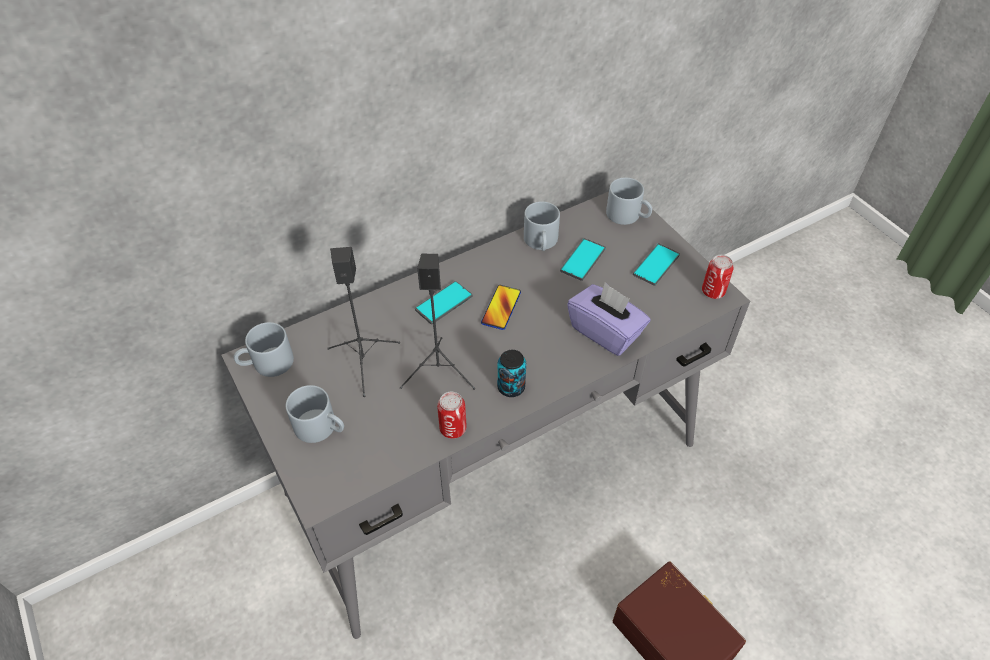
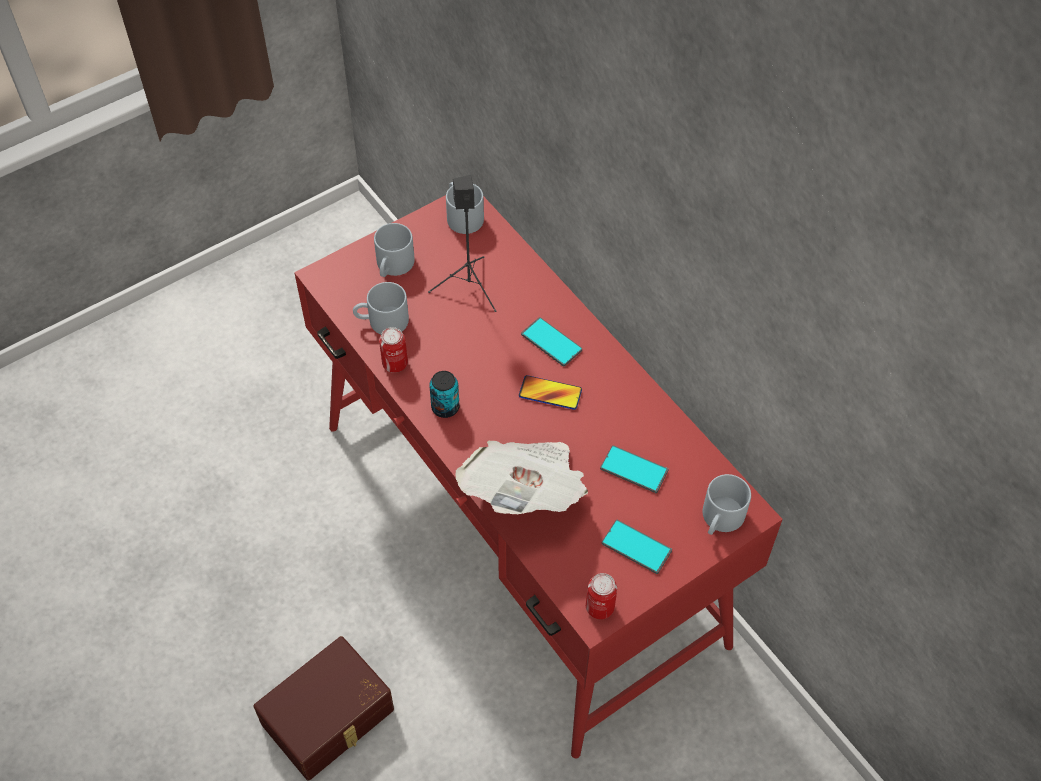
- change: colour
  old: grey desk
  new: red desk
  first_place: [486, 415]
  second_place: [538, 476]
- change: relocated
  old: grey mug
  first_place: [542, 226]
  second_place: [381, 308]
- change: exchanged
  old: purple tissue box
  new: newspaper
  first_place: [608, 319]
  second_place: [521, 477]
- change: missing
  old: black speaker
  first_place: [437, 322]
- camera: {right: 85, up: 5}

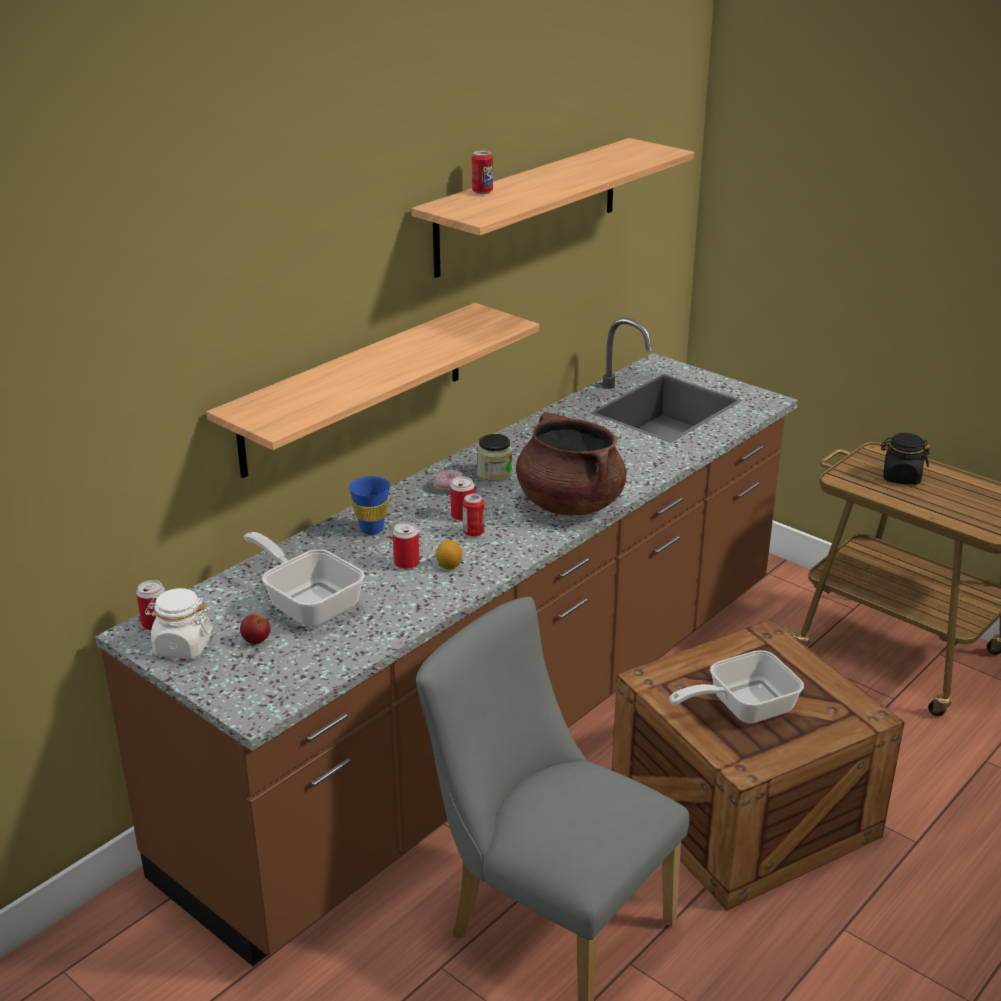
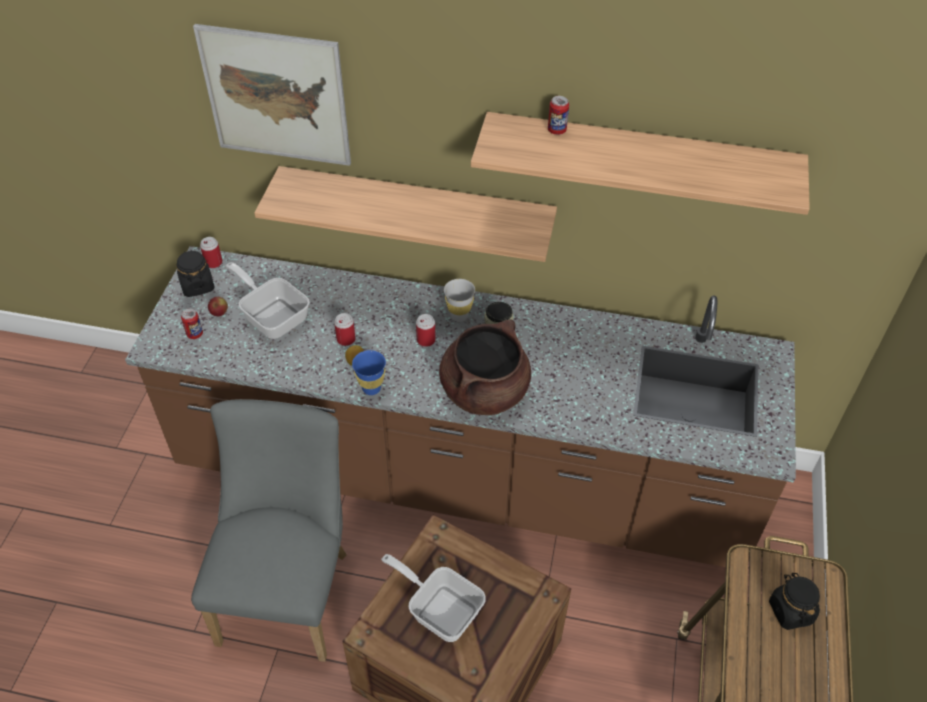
- change: colour
  old: white jar
  new: black jar
  first_place: [179, 623]
  second_place: [196, 273]
- change: relocated
  old: can
  first_place: [473, 515]
  second_place: [192, 324]
- change: appeared
  new: picture
  second_place: [272, 95]
- change: spun
  old: frying pan
  first_place: [304, 579]
  second_place: [268, 300]
  degrees: -60
- change: relocated
  old: blue cup
  first_place: [369, 505]
  second_place: [369, 372]
- change: exchanged
  old: donut
  new: white cup
  first_place: [448, 480]
  second_place: [459, 300]
- camera: {right: 60, up: 20}

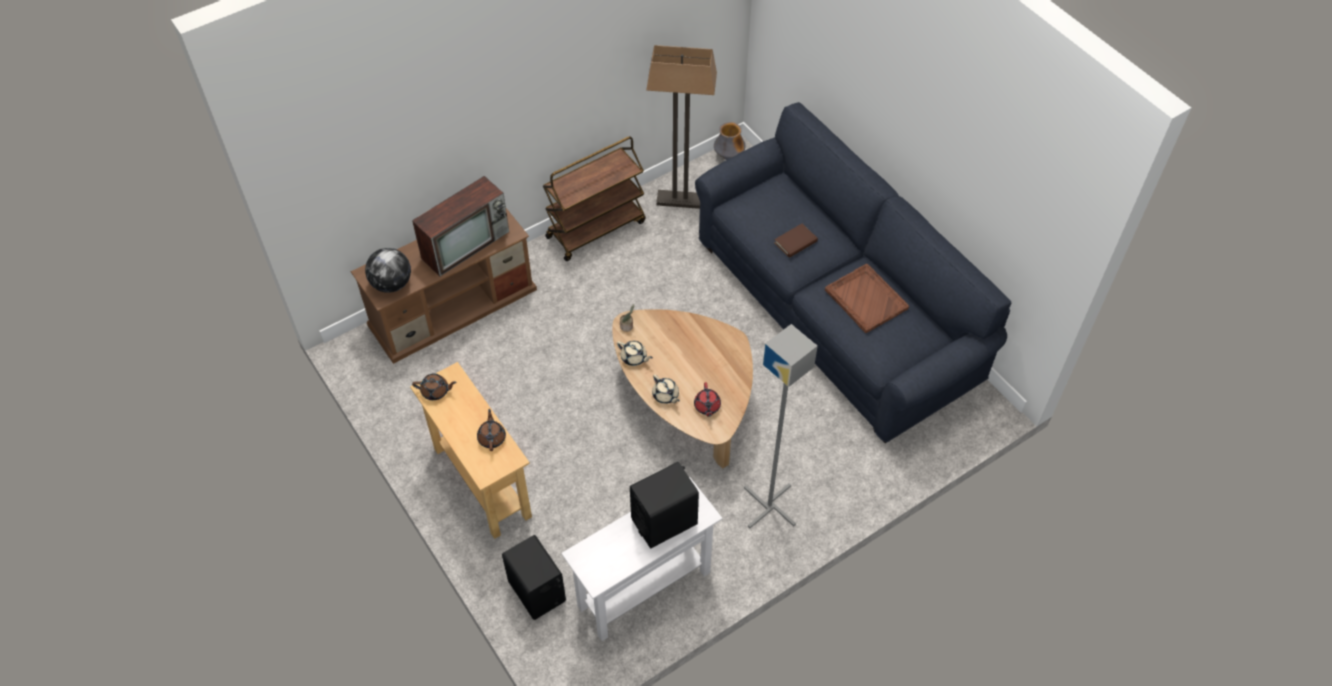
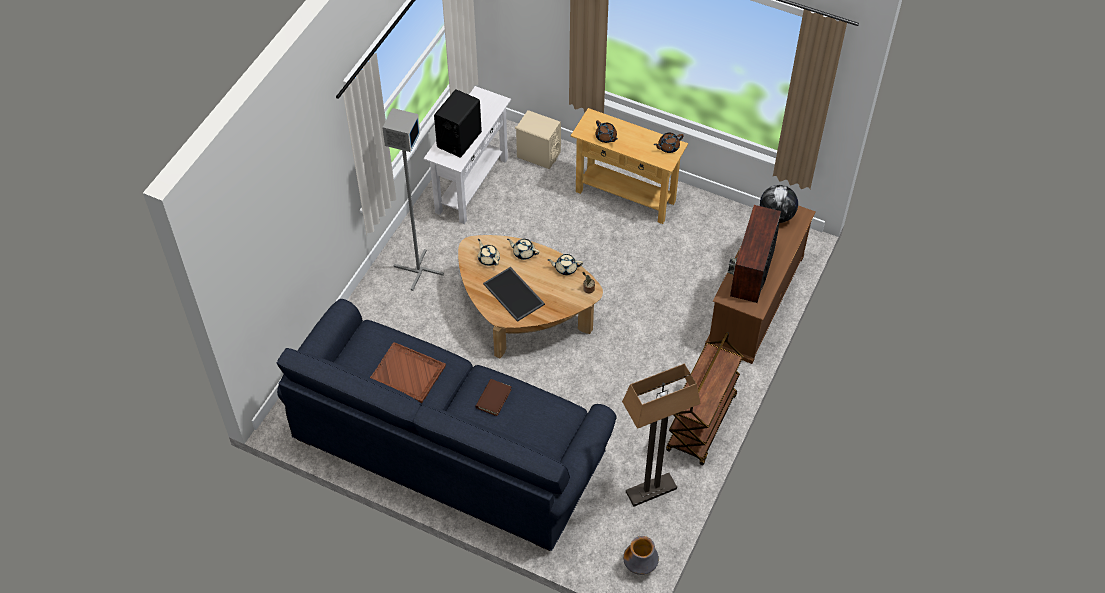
- change: colour
  old: red teapot
  new: beige teapot
  first_place: [707, 399]
  second_place: [489, 252]
- change: appeared
  new: tray
  second_place: [514, 294]
- change: colour
  old: black speaker
  new: beige speaker
  first_place: [534, 577]
  second_place: [538, 139]
- camera: {right: 150, up: 0}

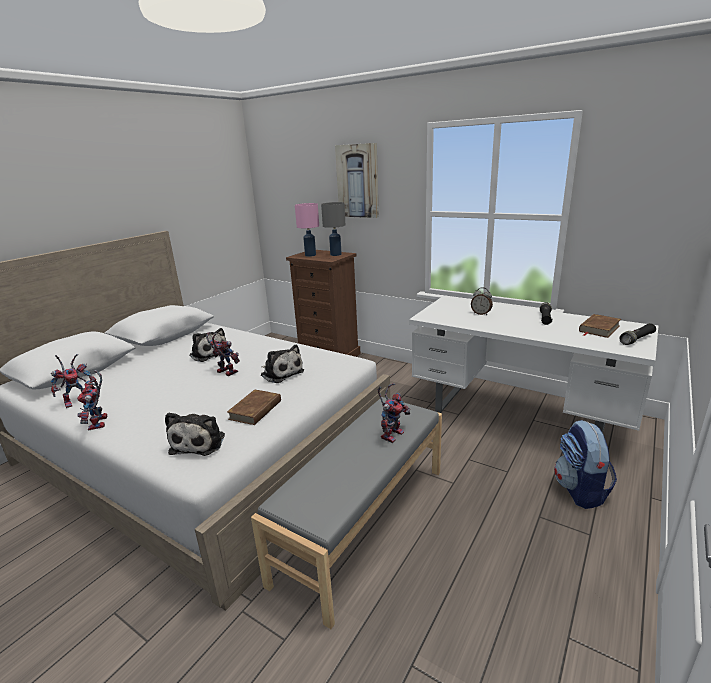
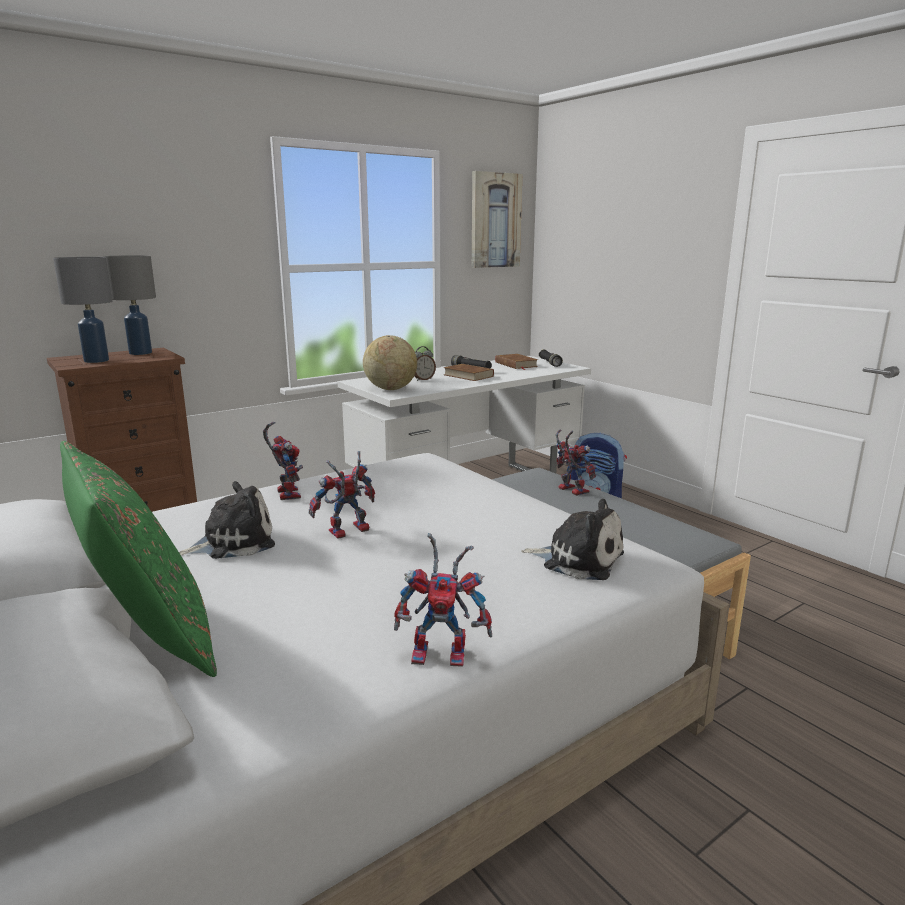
- change: colour
  old: pink table lamp
  new: grey table lamp
  first_place: [307, 230]
  second_place: [83, 310]
- change: appeared
  new: green pillow
  second_place: [138, 559]
- change: relocated
  old: toy robot
  first_place: [74, 381]
  second_place: [283, 460]
- change: appeared
  new: globe
  second_place: [390, 362]
- change: relocated
  old: brown book
  first_place: [254, 407]
  second_place: [468, 372]
- change: relocated
  old: picture
  first_place: [357, 180]
  second_place: [497, 219]
- change: missing
  old: plush toy
  first_place: [282, 364]
- camera: {right: -70, up: -5}

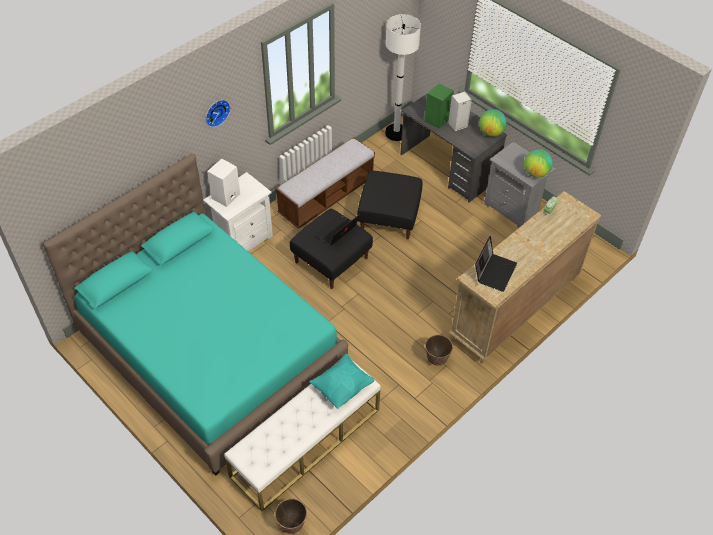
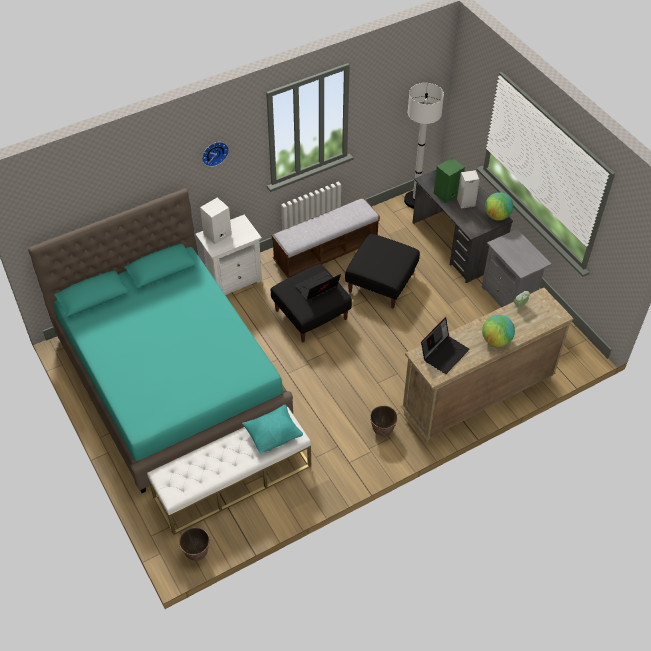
- change: relocated
  old: globe
  first_place: [538, 163]
  second_place: [498, 331]
- camera: {right: 15, up: 0}

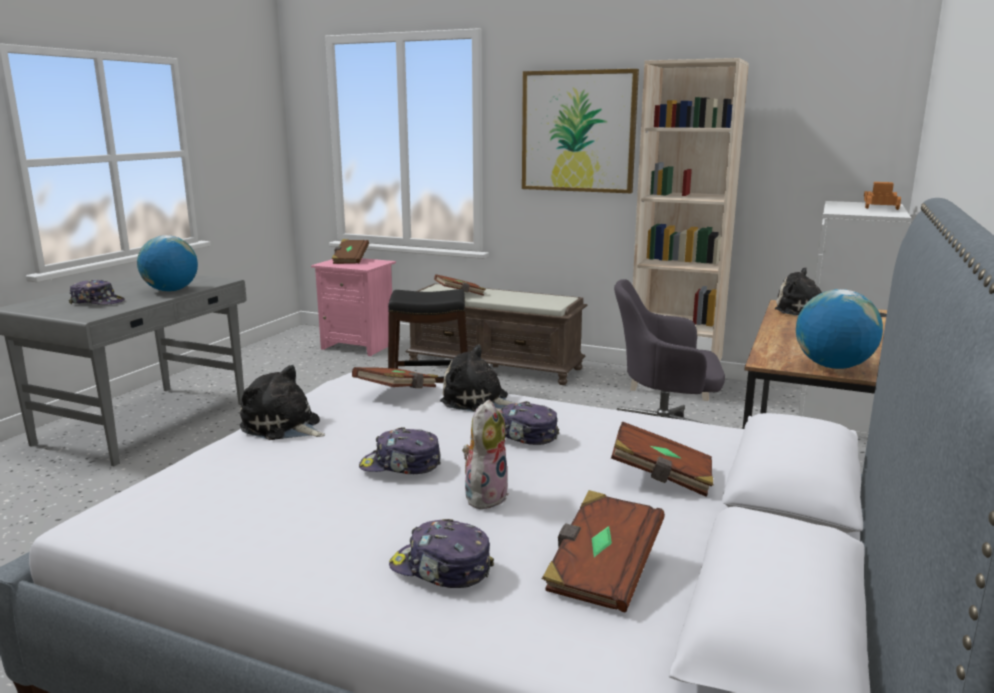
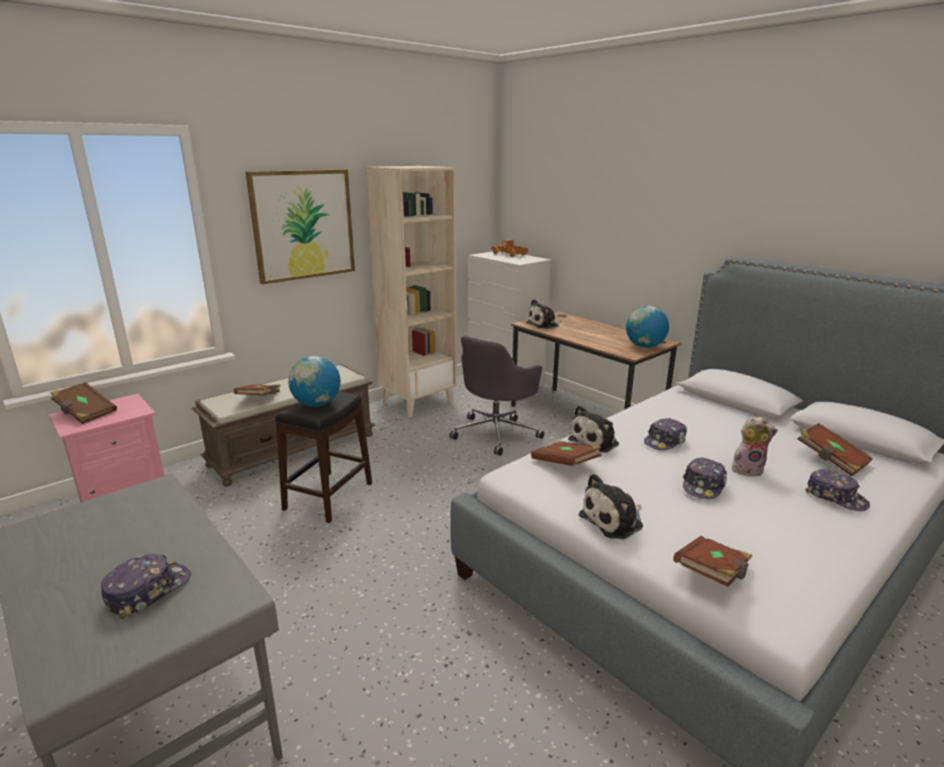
- change: relocated
  old: globe
  first_place: [167, 263]
  second_place: [314, 381]
- change: relocated
  old: brown book
  first_place: [662, 459]
  second_place: [712, 561]
- change: spun
  old: plush toy
  first_place: [485, 454]
  second_place: [755, 446]
  degrees: 135
- change: spun
  old: cap
  first_place: [441, 553]
  second_place: [837, 490]
  degrees: -90
- camera: {right: -65, up: 5}

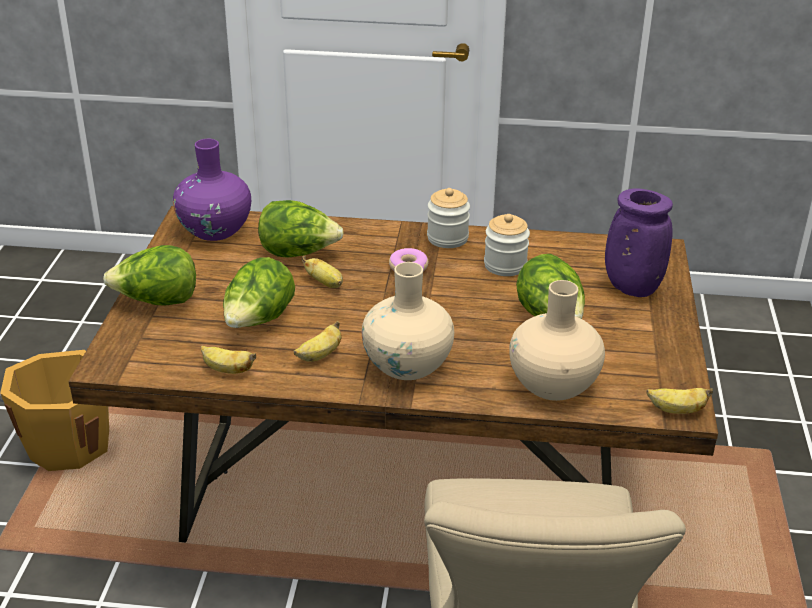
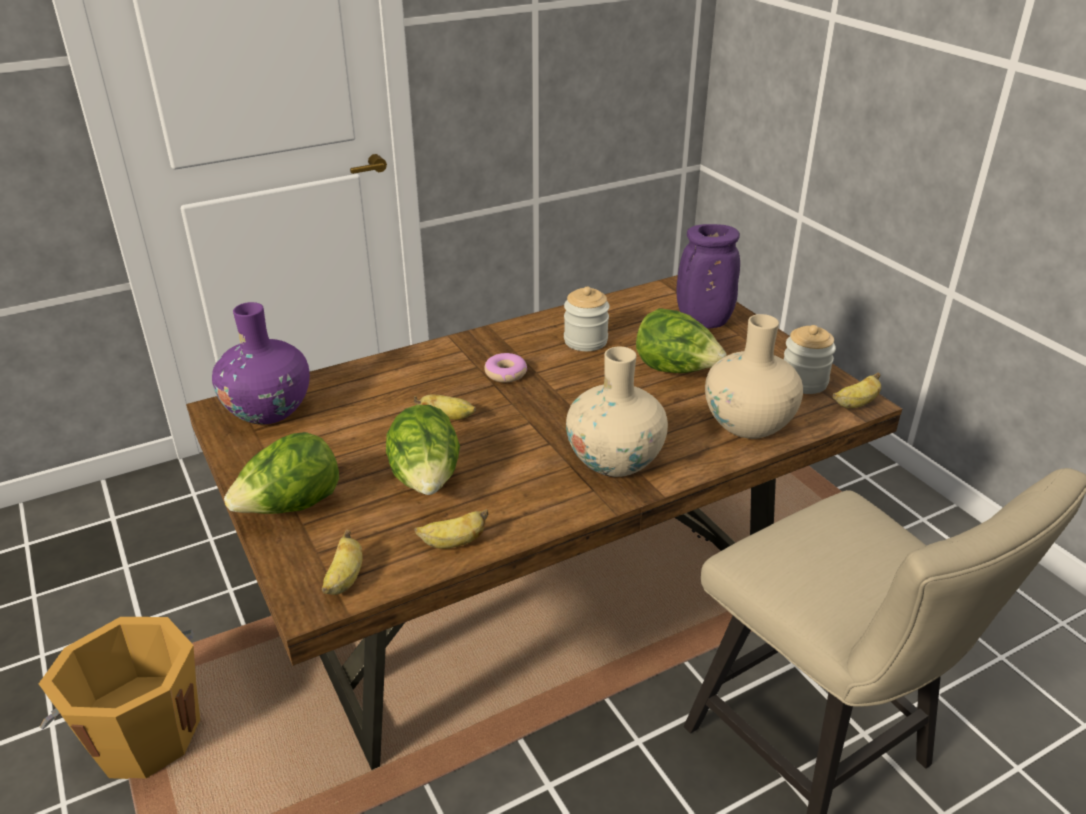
- change: relocated
  old: banana
  first_place: [318, 341]
  second_place: [342, 562]
- change: relocated
  old: jar
  first_place: [448, 218]
  second_place: [810, 359]
- change: missing
  old: lettuce
  first_place: [301, 229]
- camera: {right: -35, up: 0}

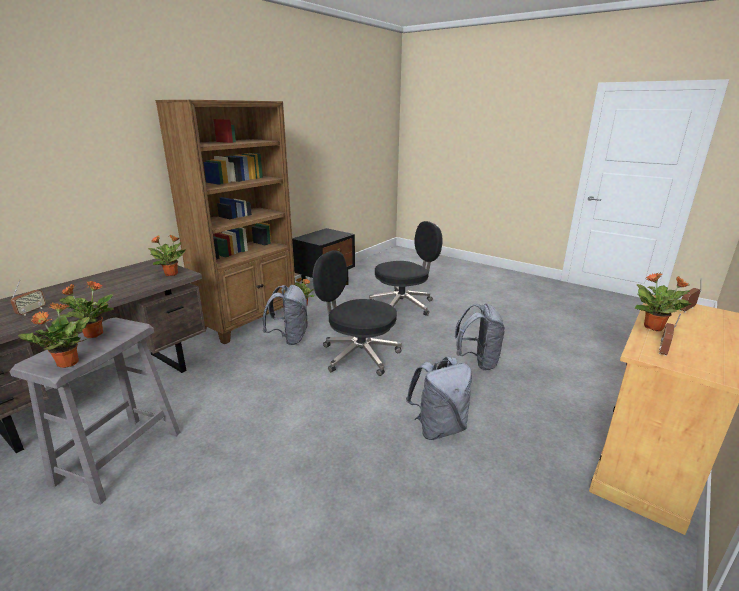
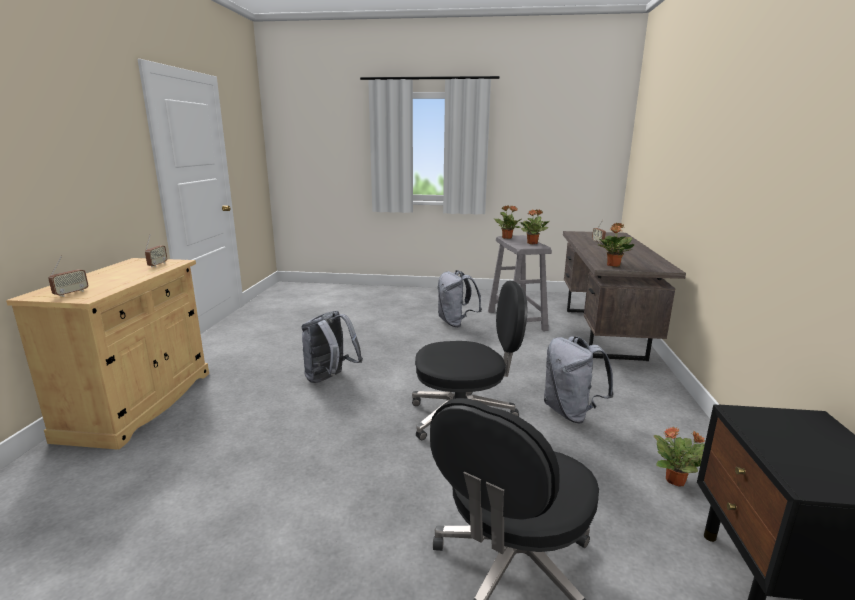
- change: relocated
  old: grey backpack
  first_place: [480, 336]
  second_place: [459, 298]
- change: missing
  old: brown bookcase
  first_place: [225, 222]
- change: missing
  old: potted plant
  first_place: [663, 301]
- camera: {right: 150, up: -5}

